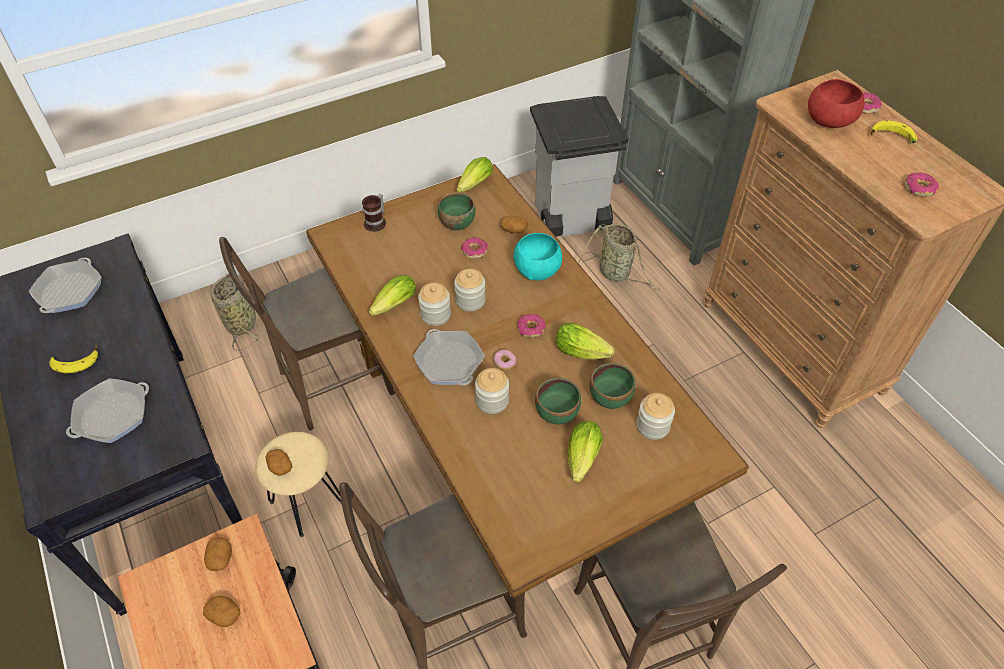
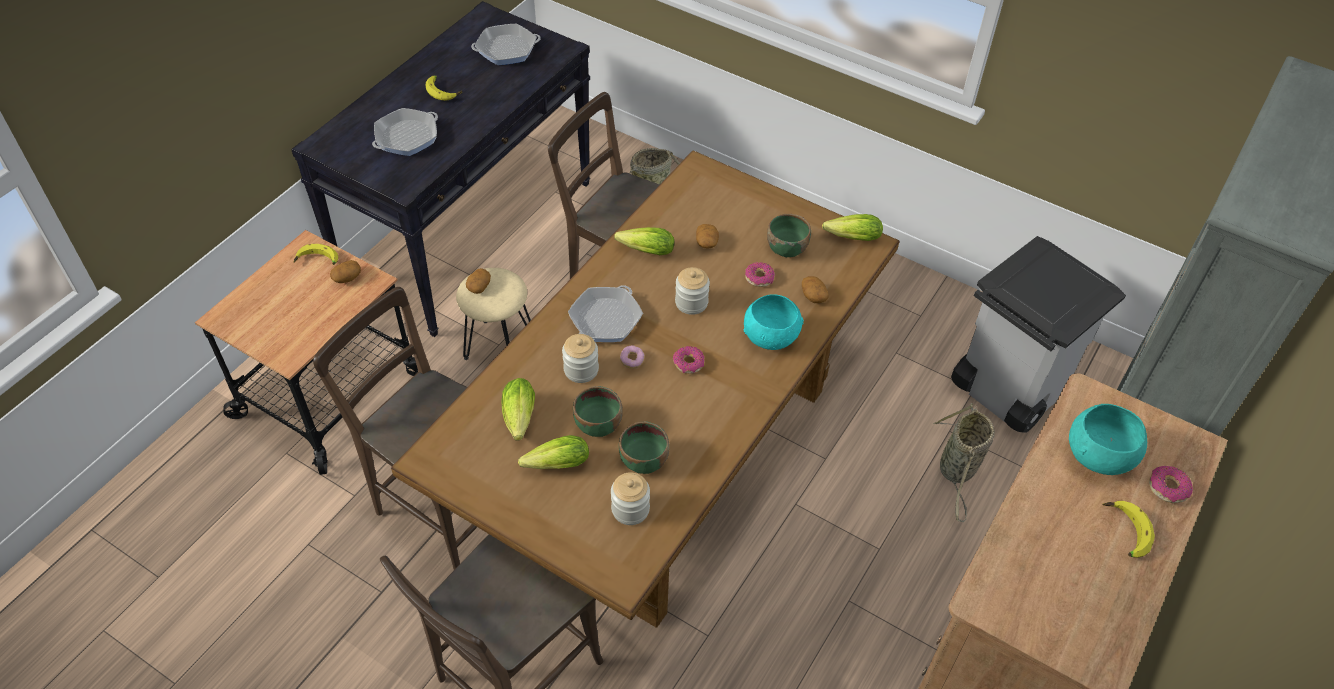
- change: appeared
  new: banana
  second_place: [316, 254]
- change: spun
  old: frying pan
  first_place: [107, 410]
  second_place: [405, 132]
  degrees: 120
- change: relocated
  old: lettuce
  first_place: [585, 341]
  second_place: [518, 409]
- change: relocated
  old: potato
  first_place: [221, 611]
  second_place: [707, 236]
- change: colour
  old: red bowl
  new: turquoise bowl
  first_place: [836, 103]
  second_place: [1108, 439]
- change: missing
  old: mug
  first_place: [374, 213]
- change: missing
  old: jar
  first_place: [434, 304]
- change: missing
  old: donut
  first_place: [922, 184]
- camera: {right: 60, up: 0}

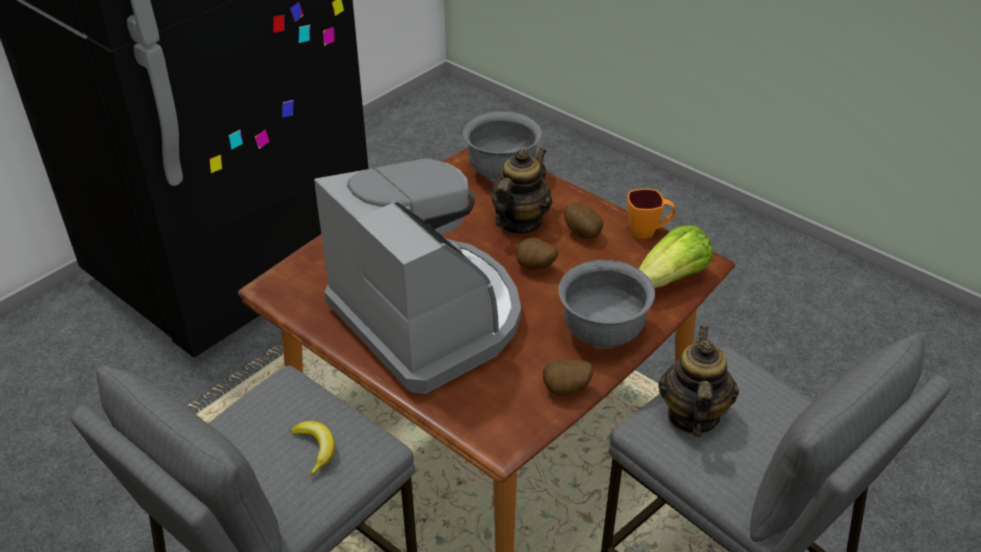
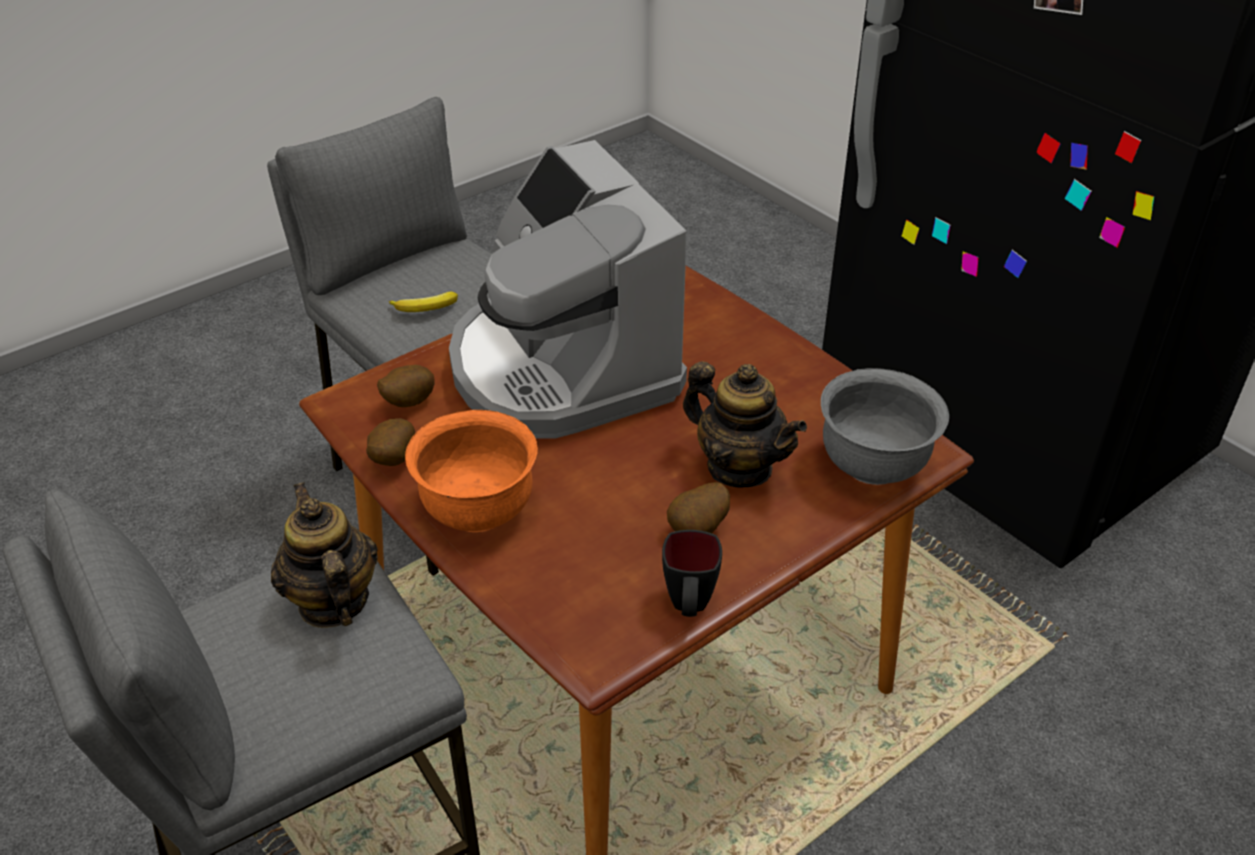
- change: spun
  old: teapot
  first_place: [699, 381]
  second_place: [324, 555]
  degrees: -135
- change: relocated
  old: potato
  first_place: [537, 254]
  second_place: [405, 386]
- change: colour
  old: grey bowl
  new: orange bowl
  first_place: [607, 304]
  second_place: [471, 471]
- change: spun
  old: coffee machine
  first_place: [417, 276]
  second_place: [568, 289]
  degrees: 90
- change: colour
  old: orange mug
  new: black mug
  first_place: [651, 214]
  second_place: [692, 573]
- change: missing
  old: lettuce
  first_place: [676, 256]
- camera: {right: 100, up: 0}

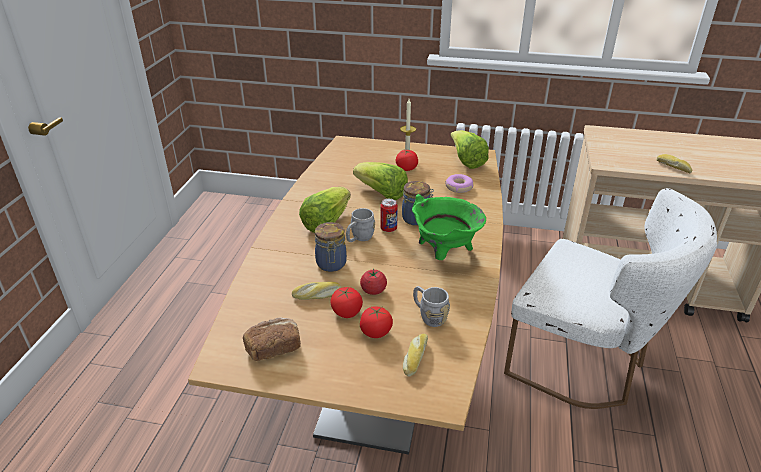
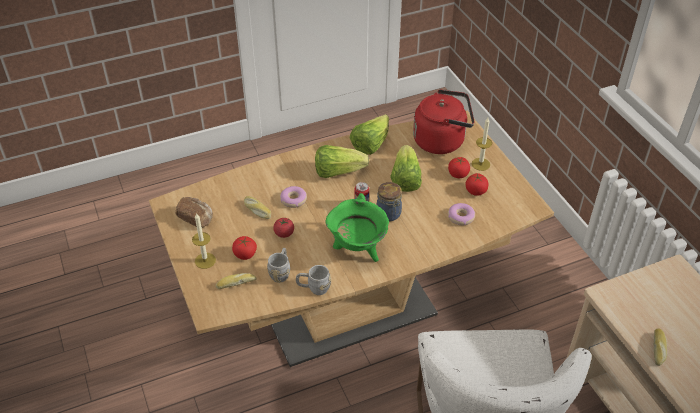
- change: appeared
  new: candle
  second_place: [204, 241]
- change: exchanged
  old: jar
  new: donut
  first_place: [331, 247]
  second_place: [293, 197]
- change: relocated
  old: grey mug
  first_place: [360, 225]
  second_place: [313, 280]
- change: relocated
  old: lettuce
  first_place: [469, 149]
  second_place: [369, 134]
- change: appeared
  new: red kettle
  second_place: [444, 121]
- change: relocated
  old: tomato
  first_place: [346, 302]
  second_place: [476, 184]
- camera: {right: 55, up: 10}

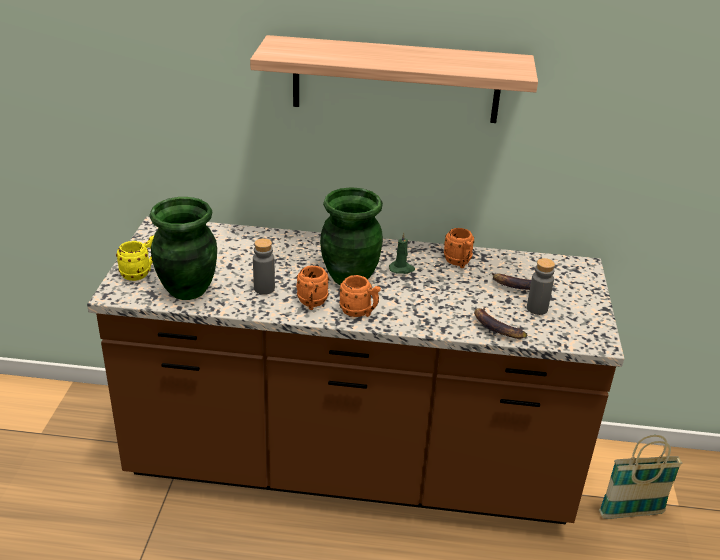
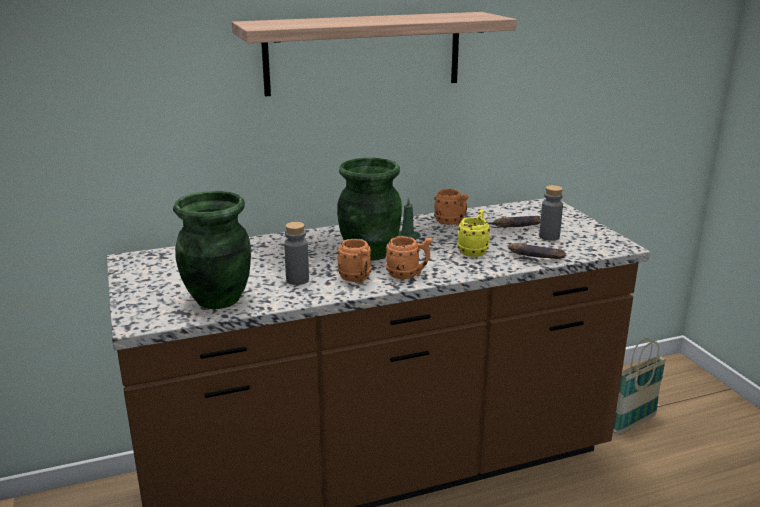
- change: relocated
  old: yellow mug
  first_place: [135, 258]
  second_place: [473, 233]
- camera: {right: -25, up: -10}

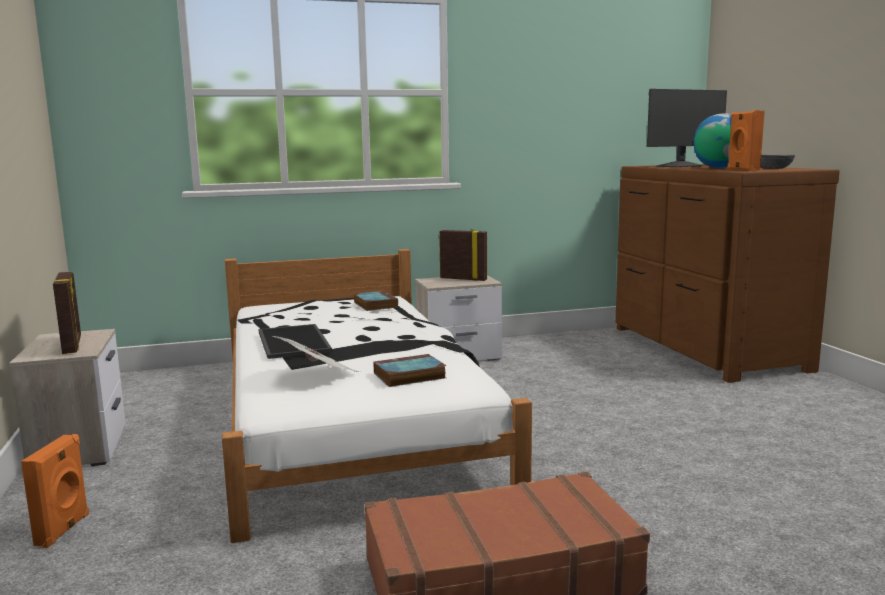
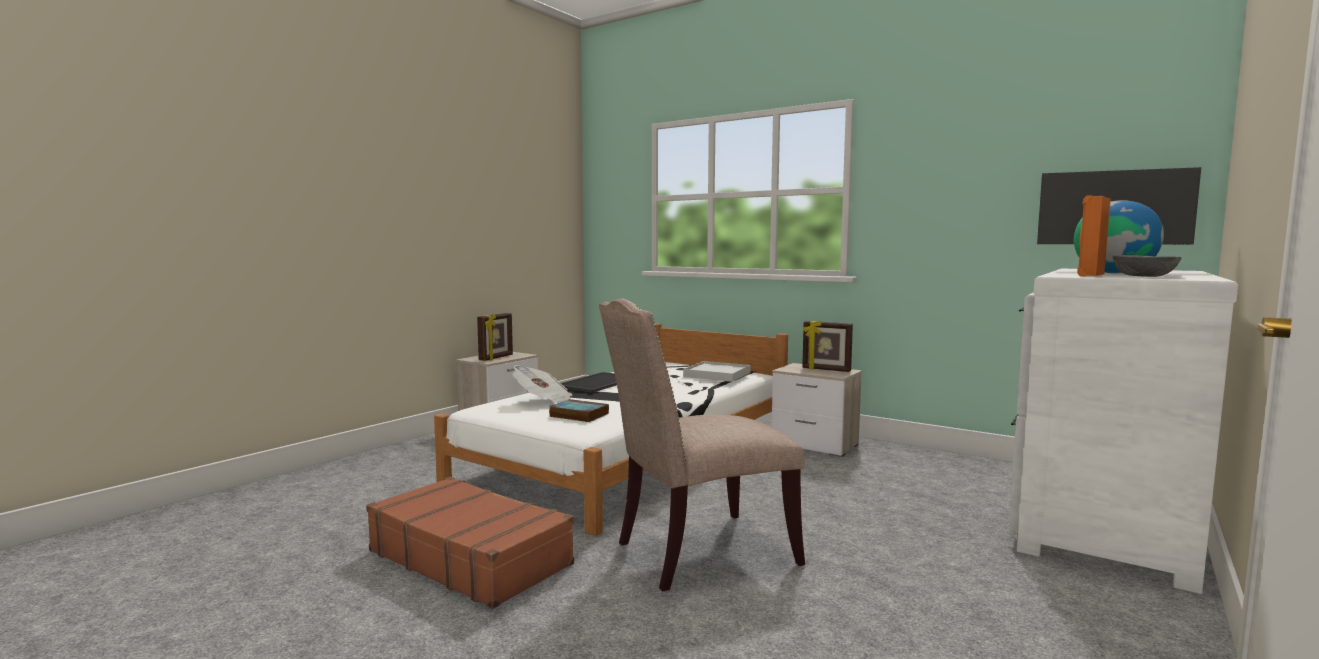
- change: appeared
  new: beige chair
  second_place: [702, 445]
- change: exchanged
  old: book
  new: white tray
  first_place: [376, 301]
  second_place: [717, 371]
- change: spun
  old: picture frame
  first_place: [463, 255]
  second_place: [827, 346]
  degrees: 135
- change: colour
  old: brown dresser
  new: white dresser
  first_place: [727, 273]
  second_place: [1123, 431]
- change: missing
  old: orange speaker
  first_place: [55, 491]
- camera: {right: 50, up: -5}

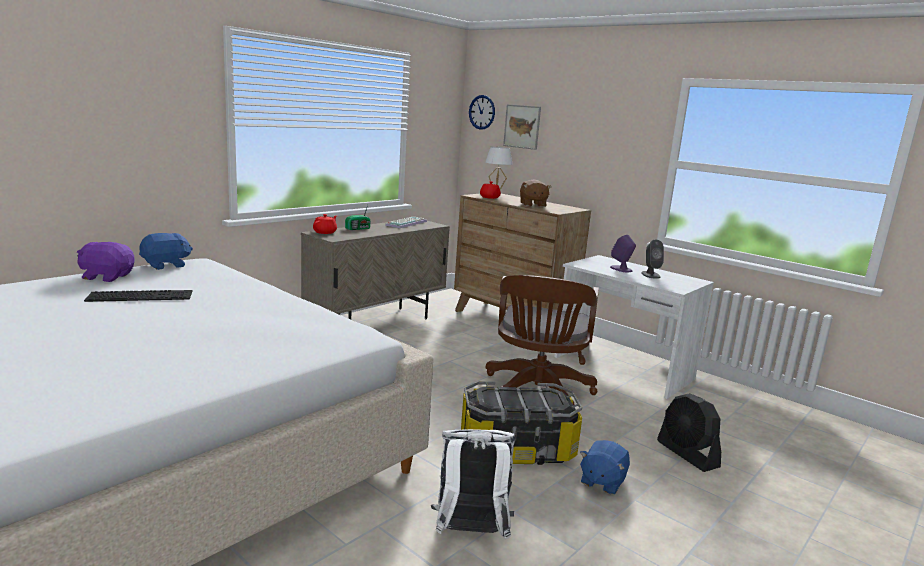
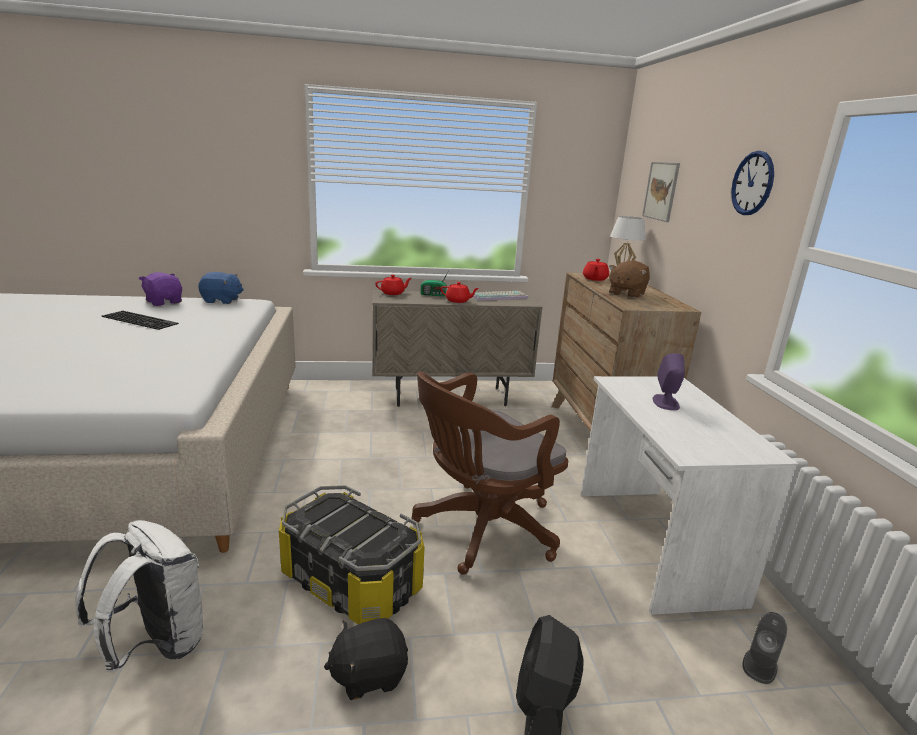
- change: colour
  old: blue plush toy
  new: black plush toy
  first_place: [605, 467]
  second_place: [366, 659]
- change: appeared
  new: red teapot
  second_place: [459, 292]
- change: relocated
  old: wall clock
  first_place: [482, 112]
  second_place: [752, 183]
- change: relocated
  old: grey speaker
  first_place: [652, 259]
  second_place: [764, 648]
- camera: {right: 40, up: 5}

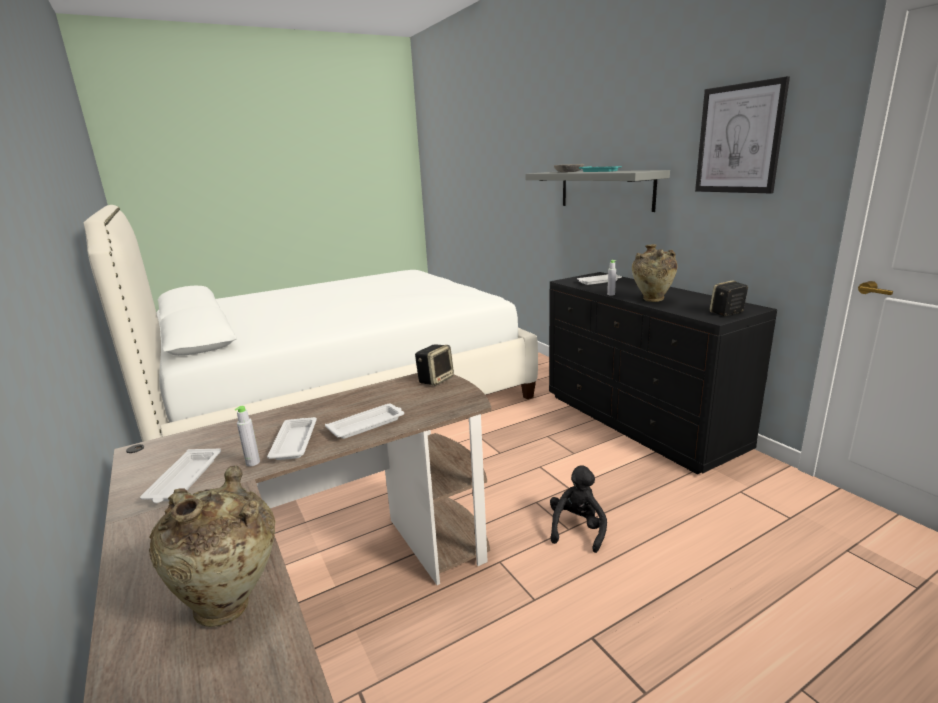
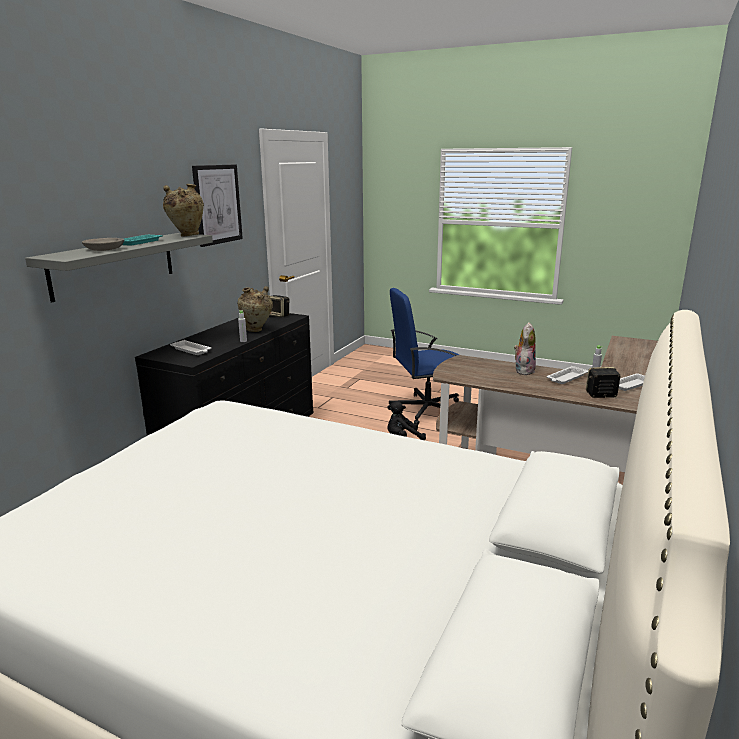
- change: relocated
  old: beige vase
  first_place: [212, 546]
  second_place: [183, 210]
- change: appeared
  new: blue office chair
  second_place: [423, 356]
- change: exchanged
  old: white tray
  new: plush toy
  first_place: [364, 421]
  second_place: [525, 348]
- change: relocated
  old: speaker
  first_place: [434, 365]
  second_place: [603, 382]
- camera: {right: -125, up: 0}

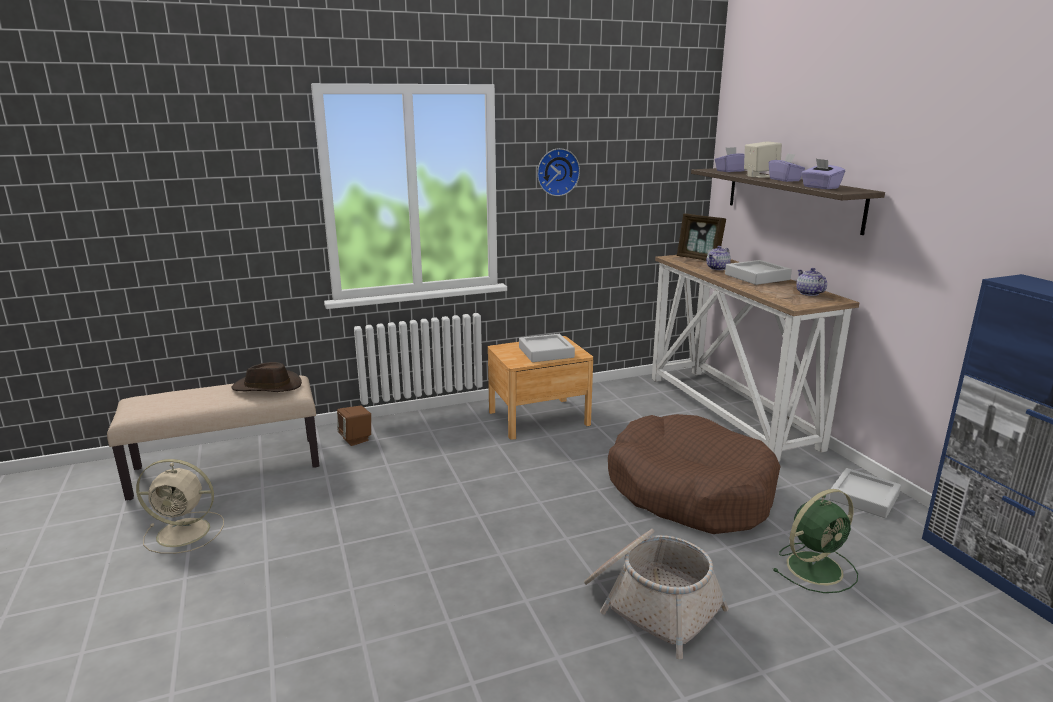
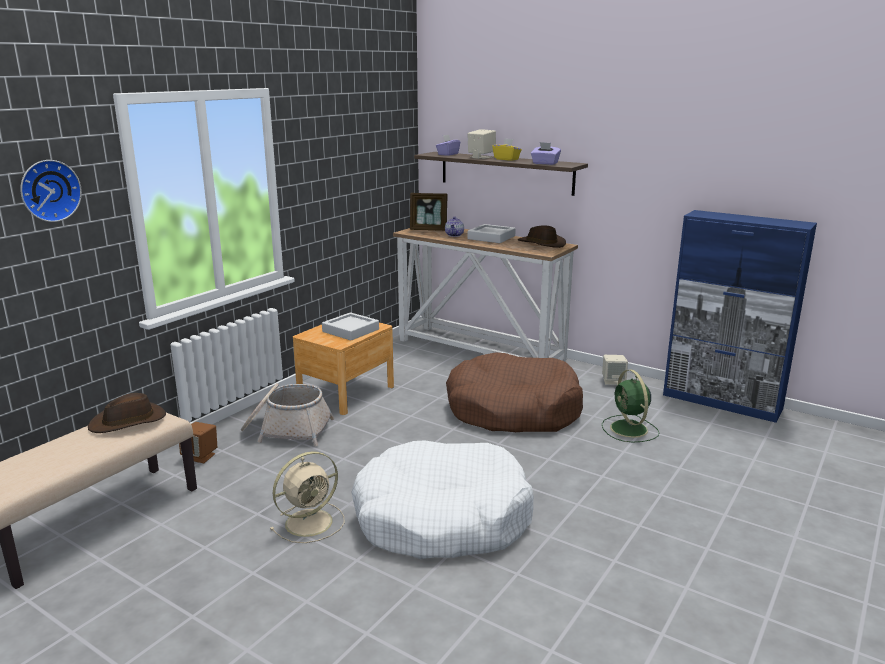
- change: relocated
  old: wall clock
  first_place: [558, 172]
  second_place: [51, 191]
- change: relocated
  old: basket
  first_place: [656, 594]
  second_place: [287, 414]
- change: relocated
  old: beige fan
  first_place: [180, 506]
  second_place: [307, 497]
- change: appeared
  new: white dog bed
  second_place: [443, 499]
- change: colour
  old: purple tissue box
  new: yellow tissue box
  first_place: [787, 167]
  second_place: [507, 150]
- change: exchanged
  old: teapot
  new: brown hat
  first_place: [811, 282]
  second_place: [542, 236]
- change: exchanged
  old: grey tray
  new: beige speaker
  first_place: [865, 493]
  second_place: [615, 370]
- change: spun
  old: green fan
  first_place: [815, 541]
  second_place: [630, 406]
  degrees: 135
- camera: {right: -35, up: 0}

